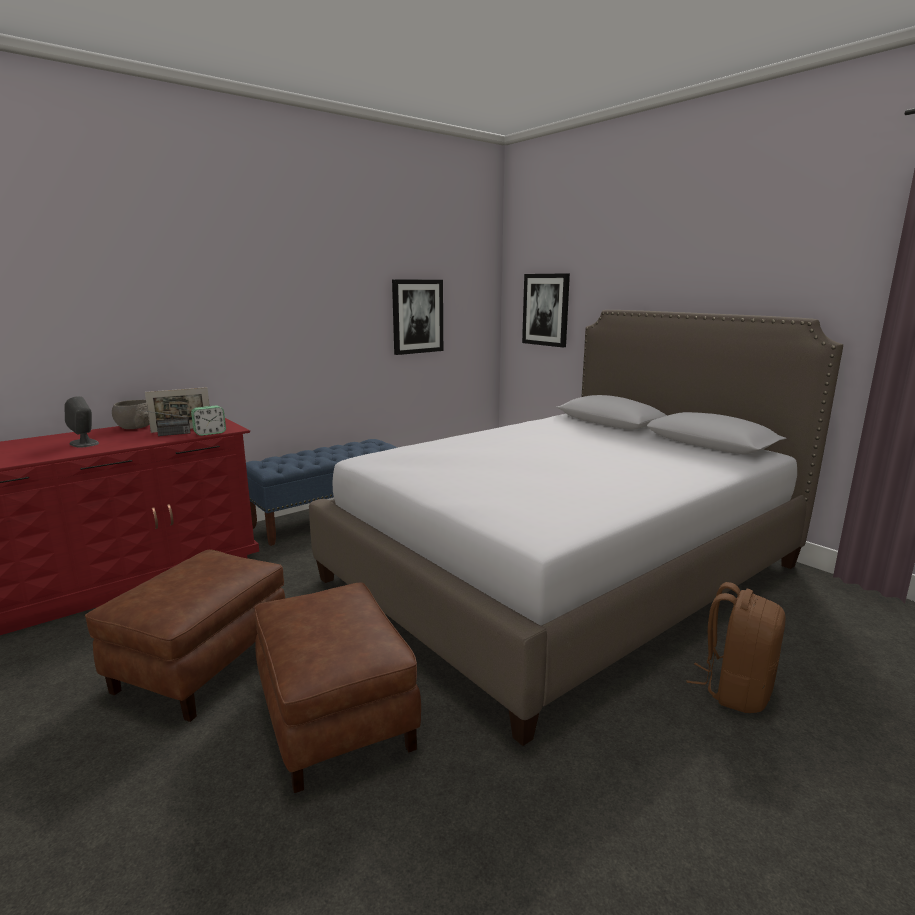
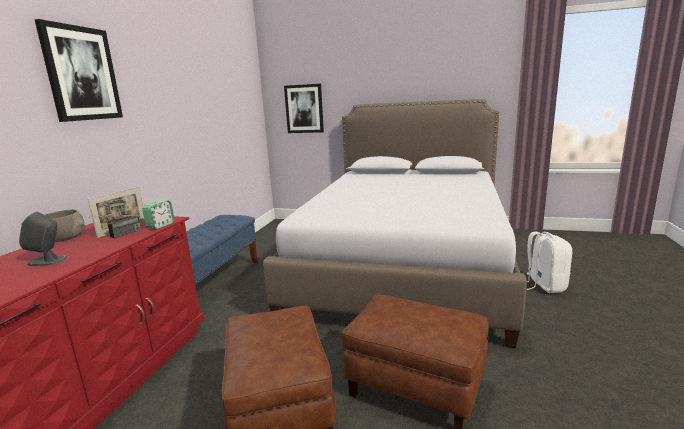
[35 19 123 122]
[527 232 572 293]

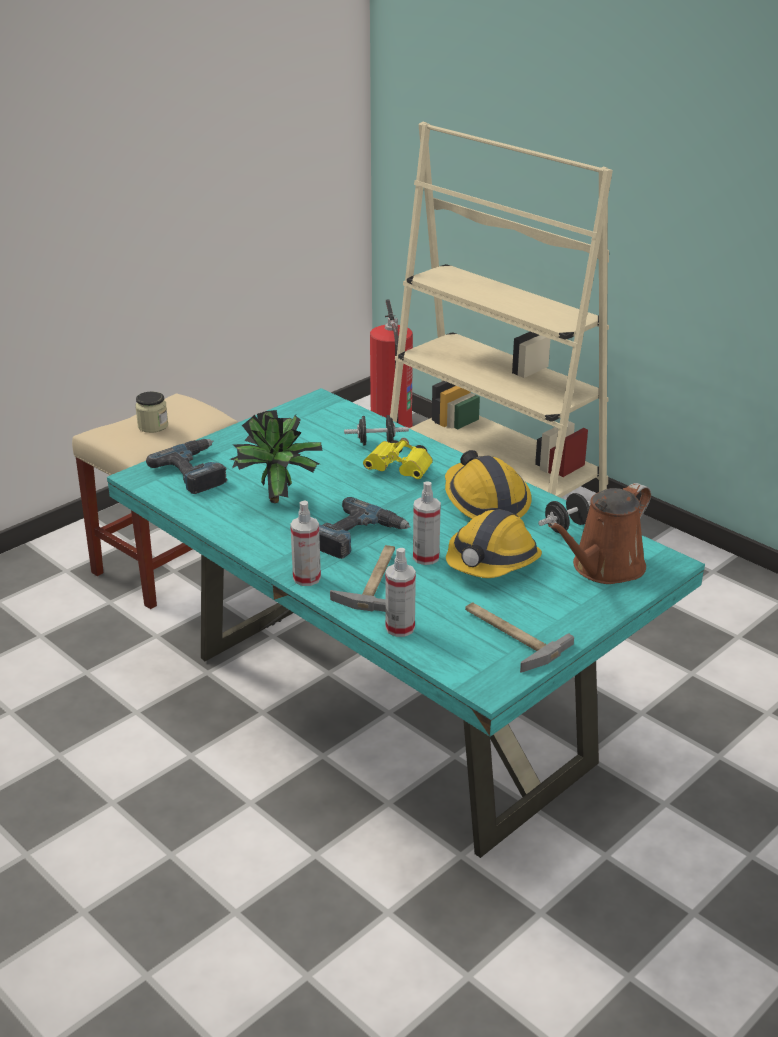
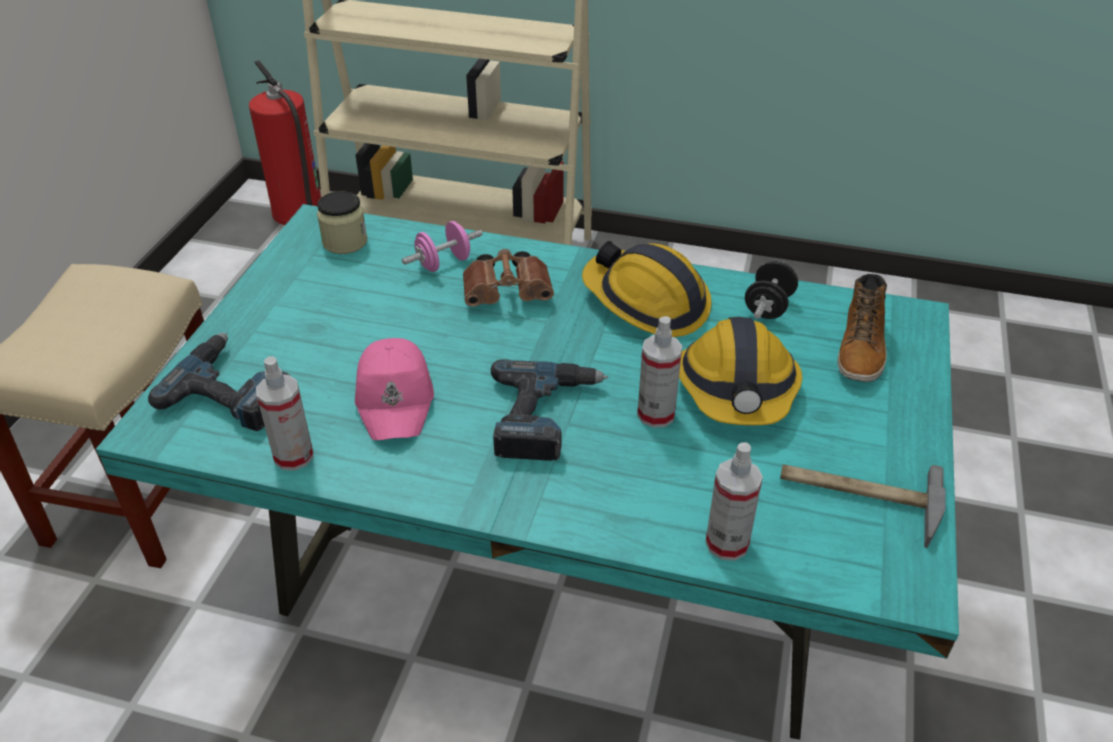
[256 356 314 471]
[317 191 367 254]
[355 338 434 440]
[402 221 482 272]
[463 249 554 307]
[837 274 887 382]
[330 545 395 612] (first image)

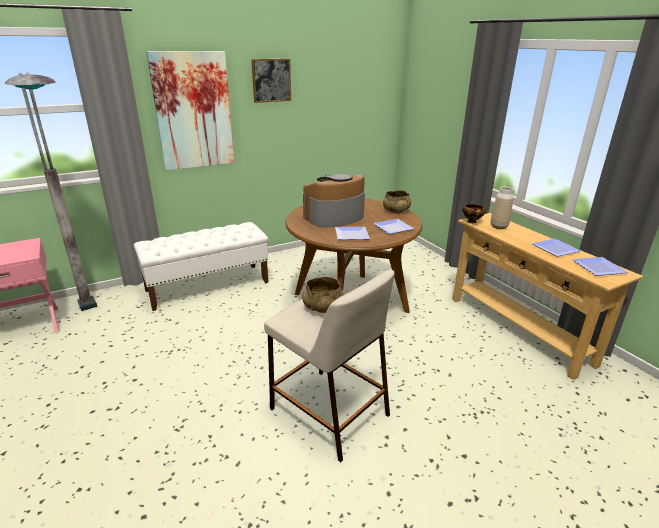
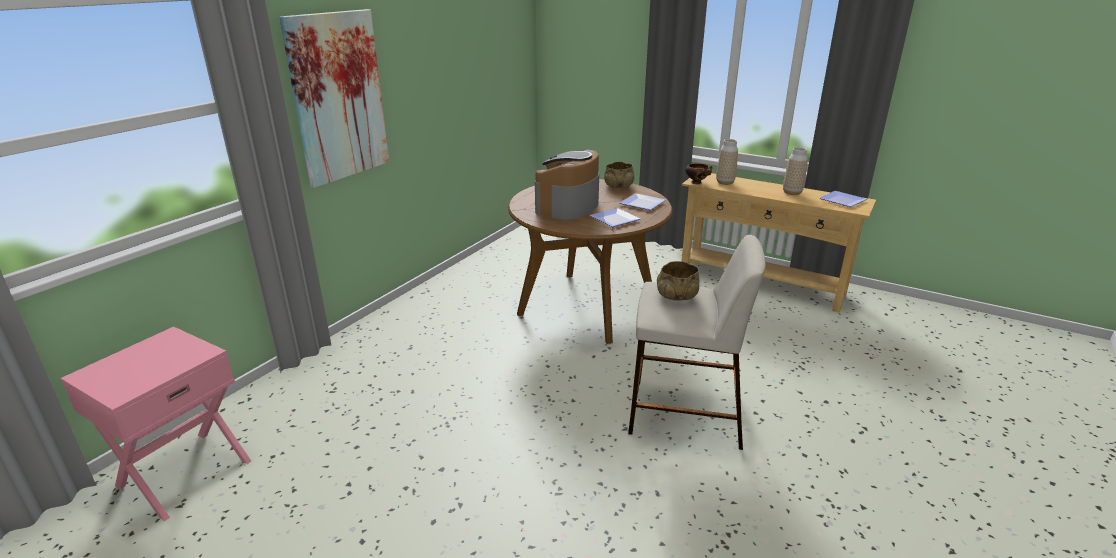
[783 147 808 195]
[5 73 97 311] (first image)
[134 222 268 311] (first image)
[251 59 291 103] (first image)

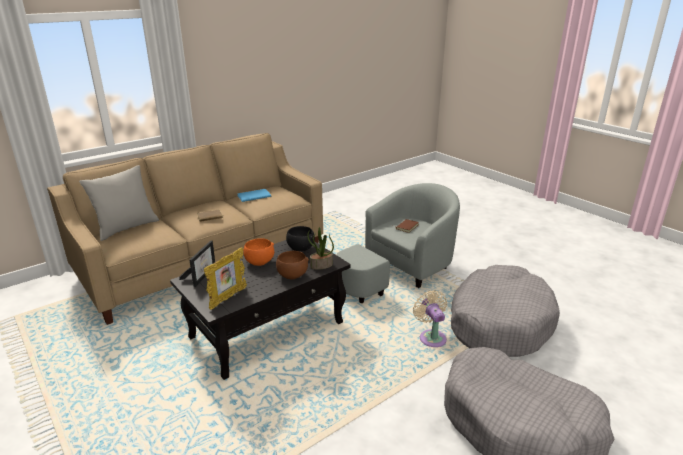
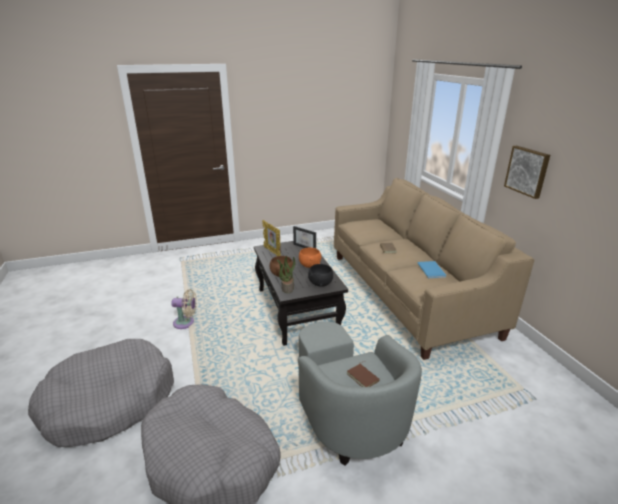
[171 289 197 329]
[504 146 550 199]
[79 165 159 241] (first image)

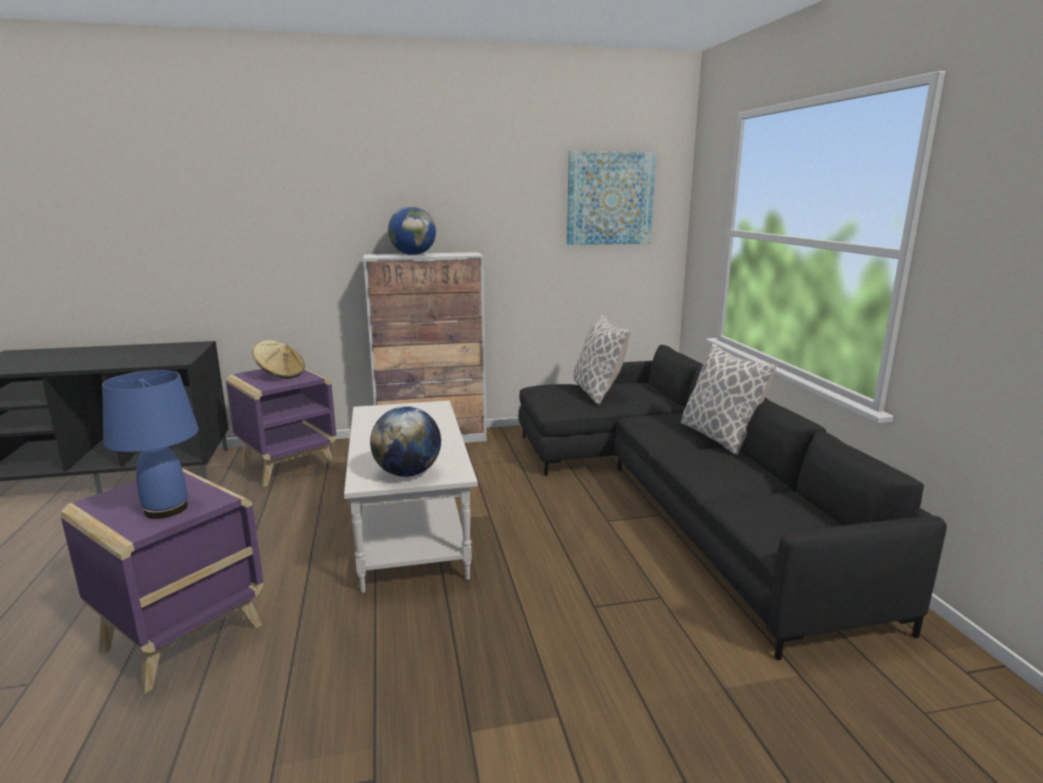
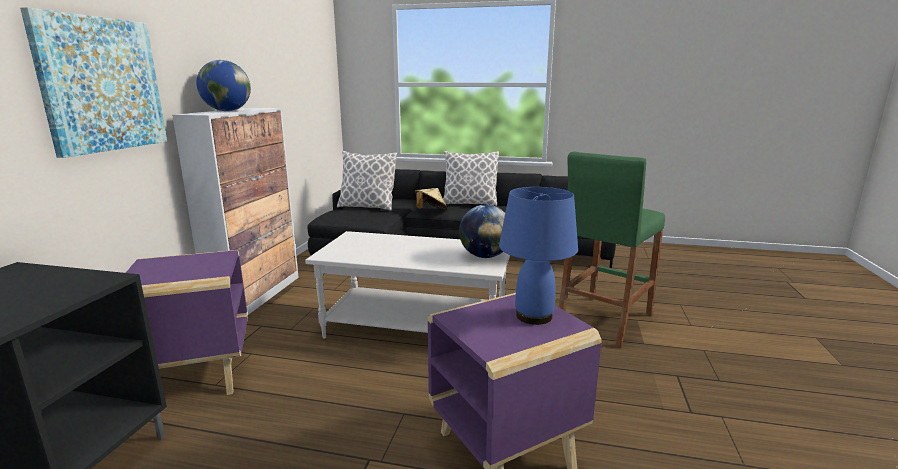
[20 7 167 158]
[415 188 447 210]
[559 152 665 348]

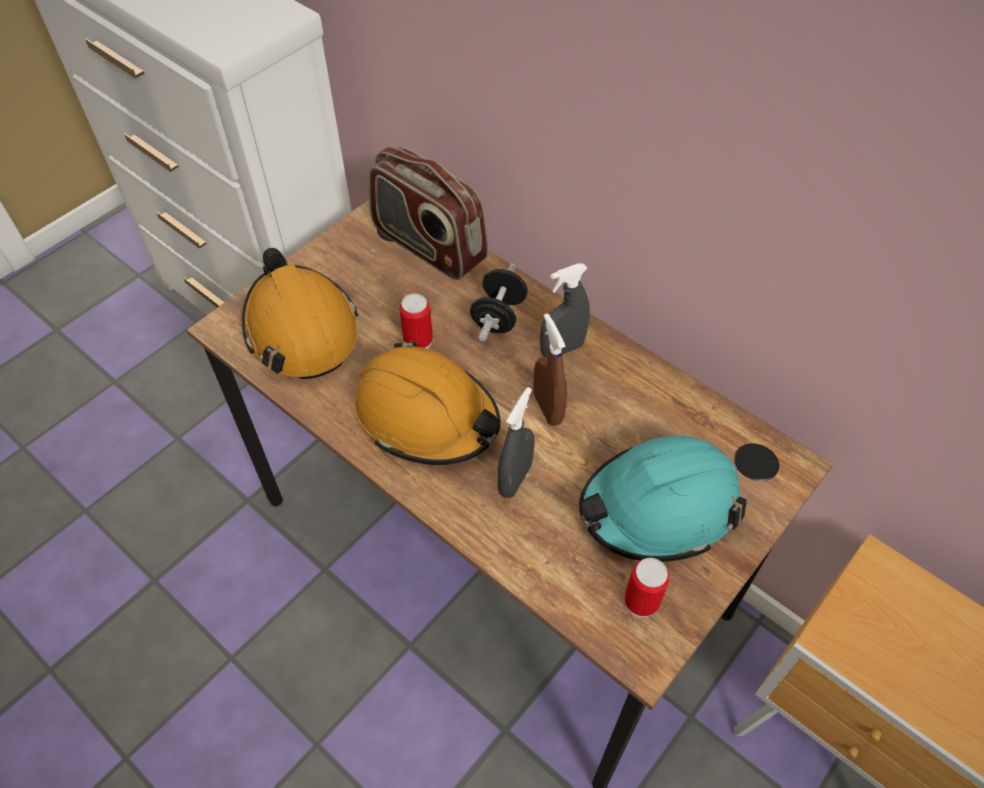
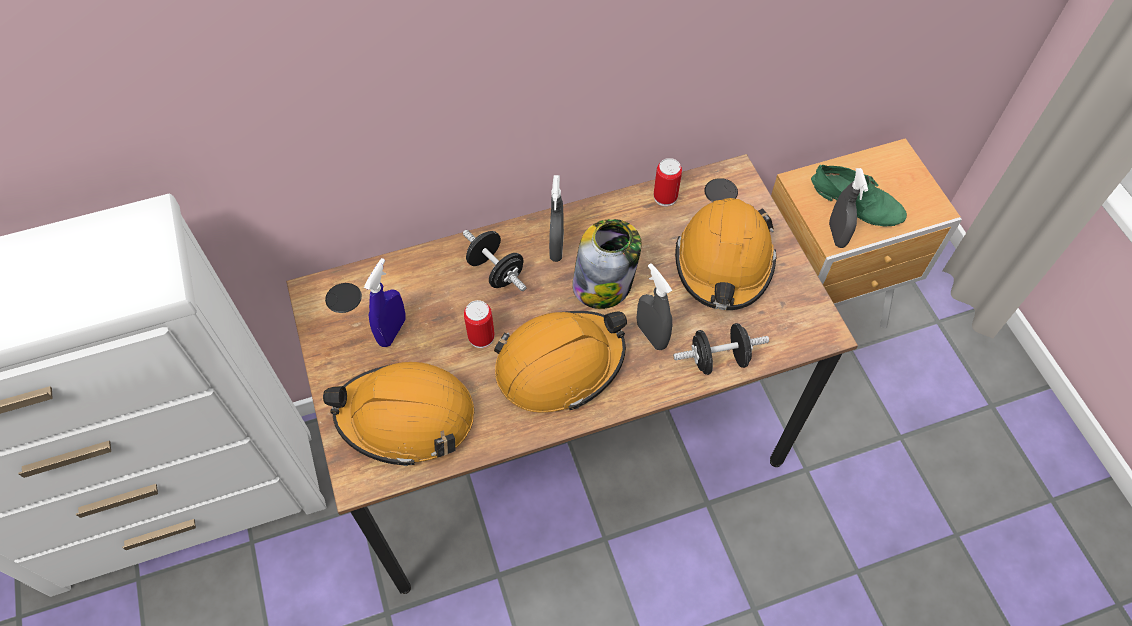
[364 258 405 347]
[572 219 642 309]
[653 158 682 206]
[673 323 769 375]
[675 198 777 310]
[811 165 907 227]
[829 168 868 248]
[368 147 488 280] (first image)

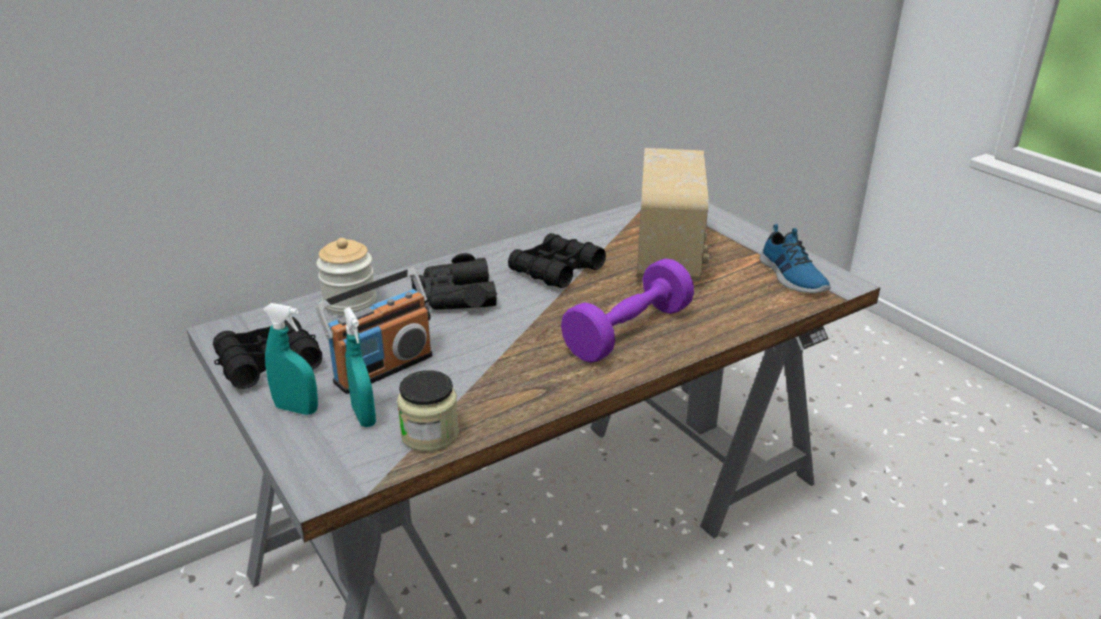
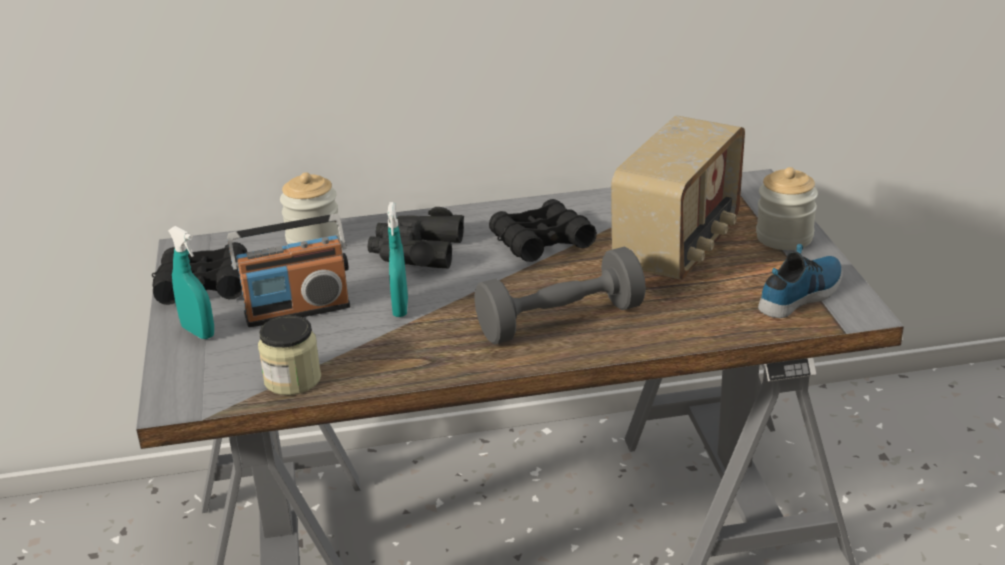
[387 202 408 317]
[474 246 646 344]
[756 167 818 250]
[758 244 843 318]

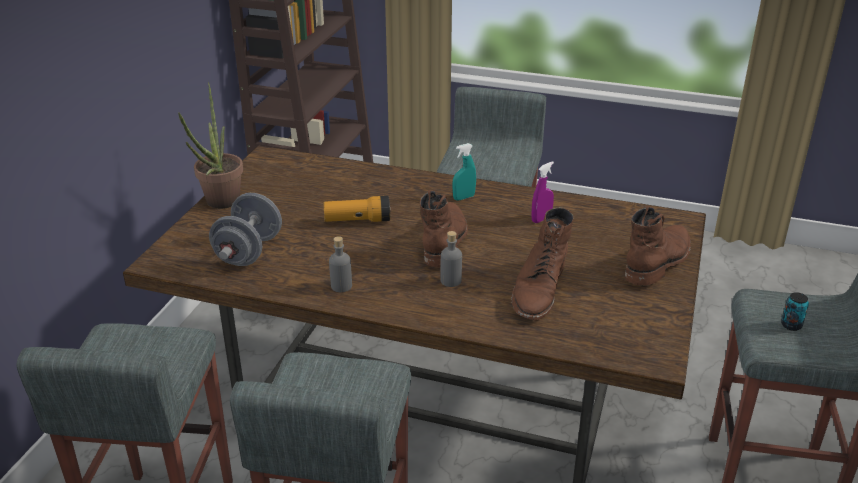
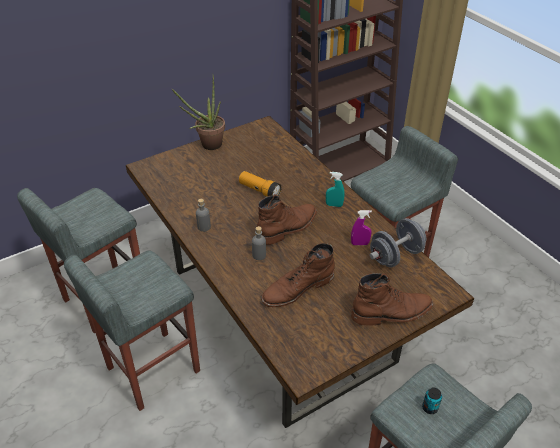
[369 218 426 267]

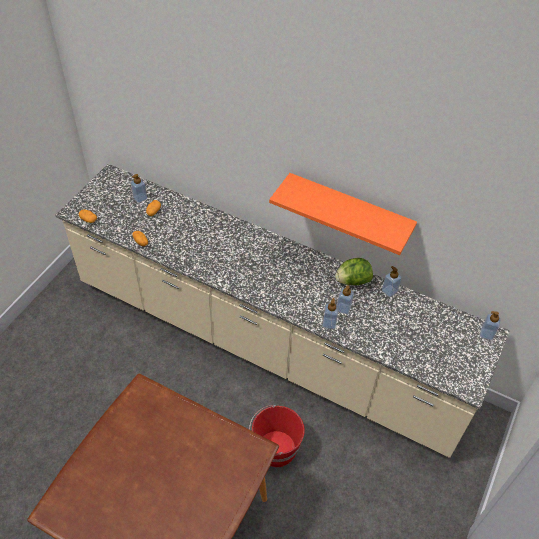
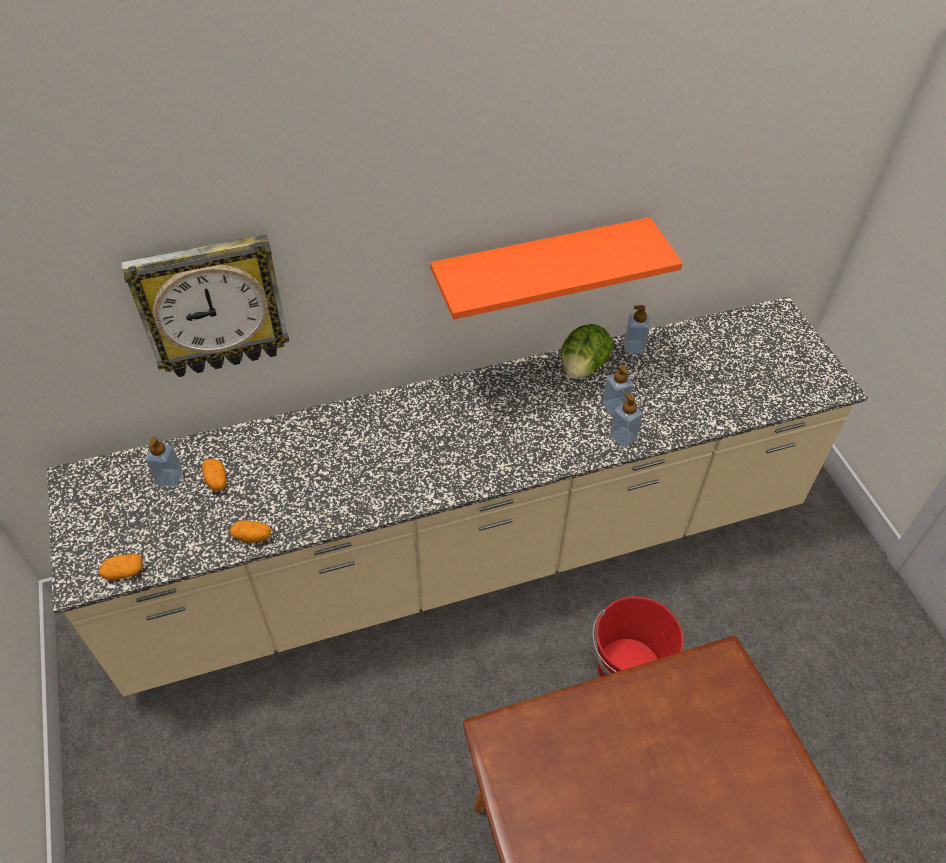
[121 234 290 377]
[480 311 501 340] (first image)

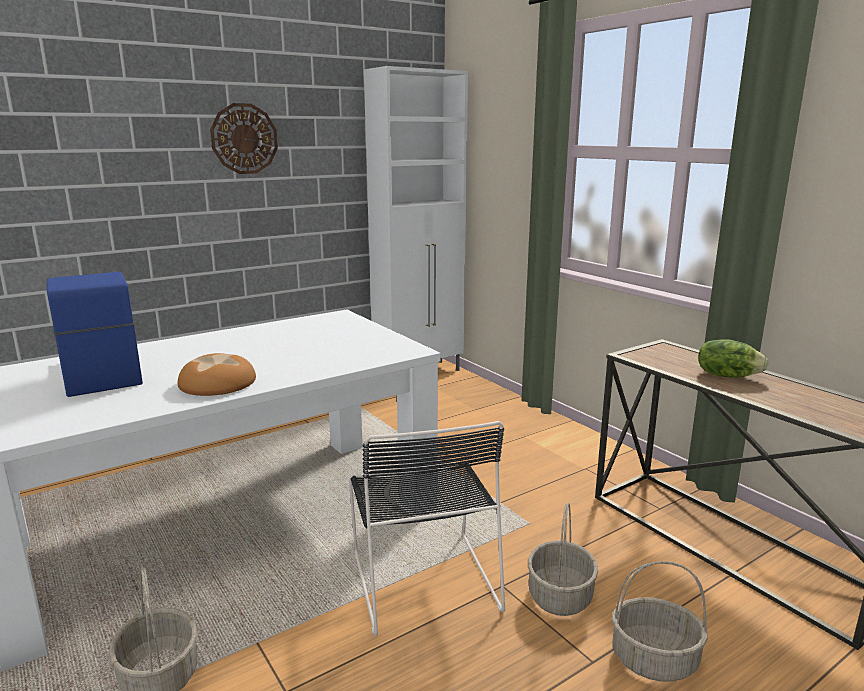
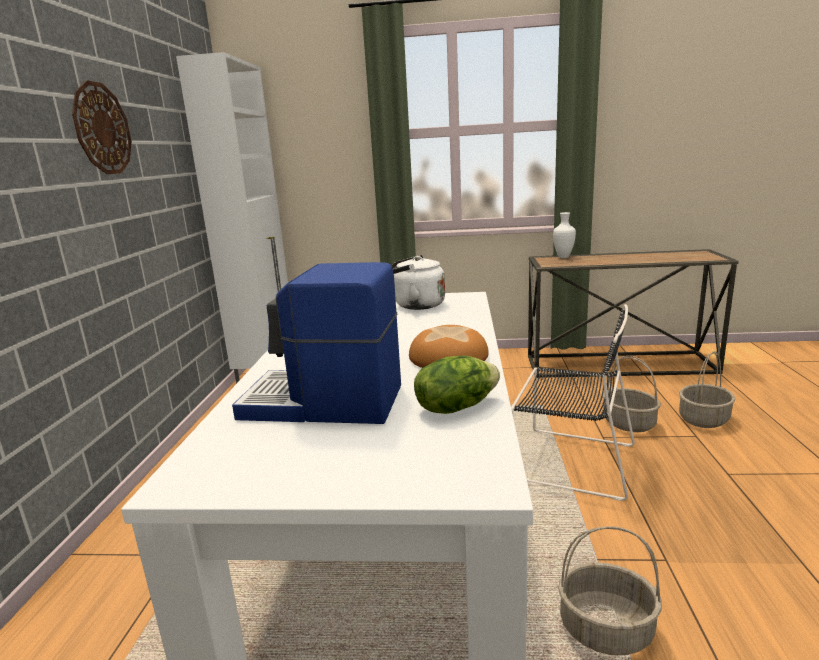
[391 255 445 310]
[414 356 500 414]
[553 212 576 258]

